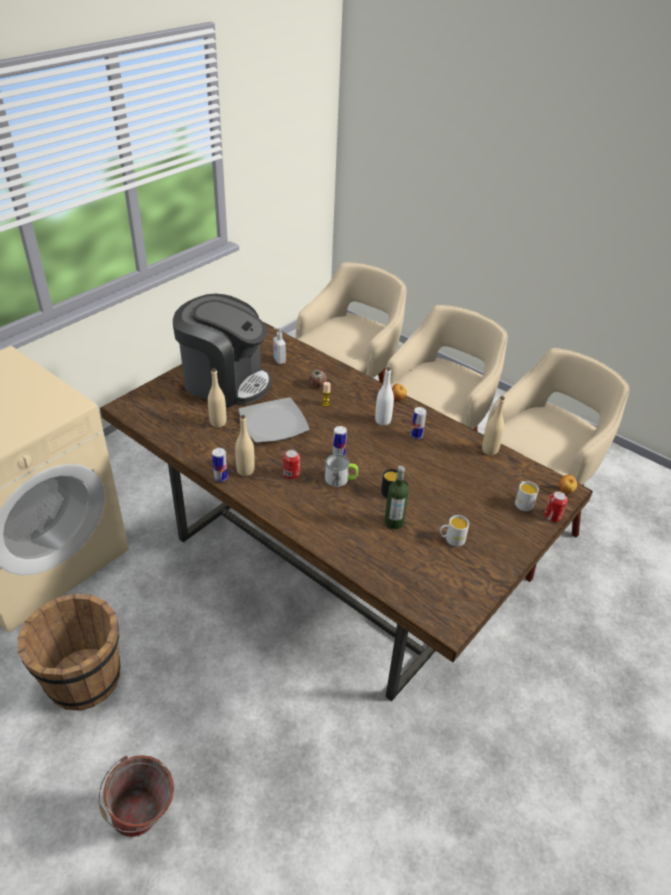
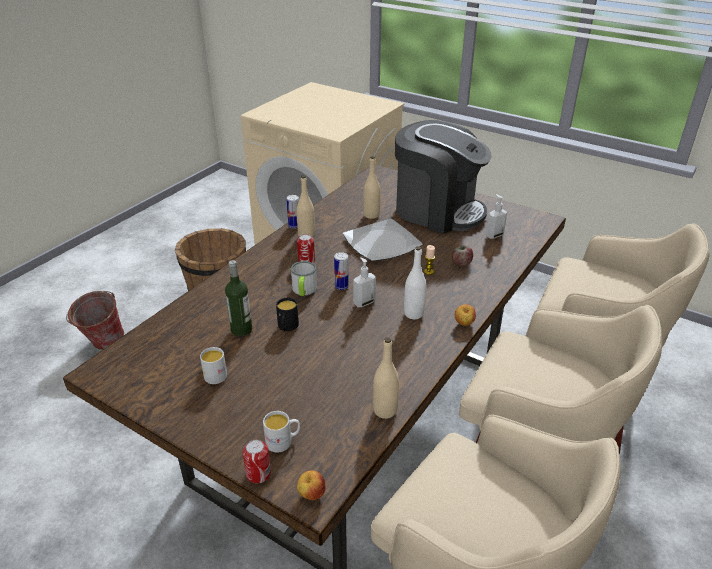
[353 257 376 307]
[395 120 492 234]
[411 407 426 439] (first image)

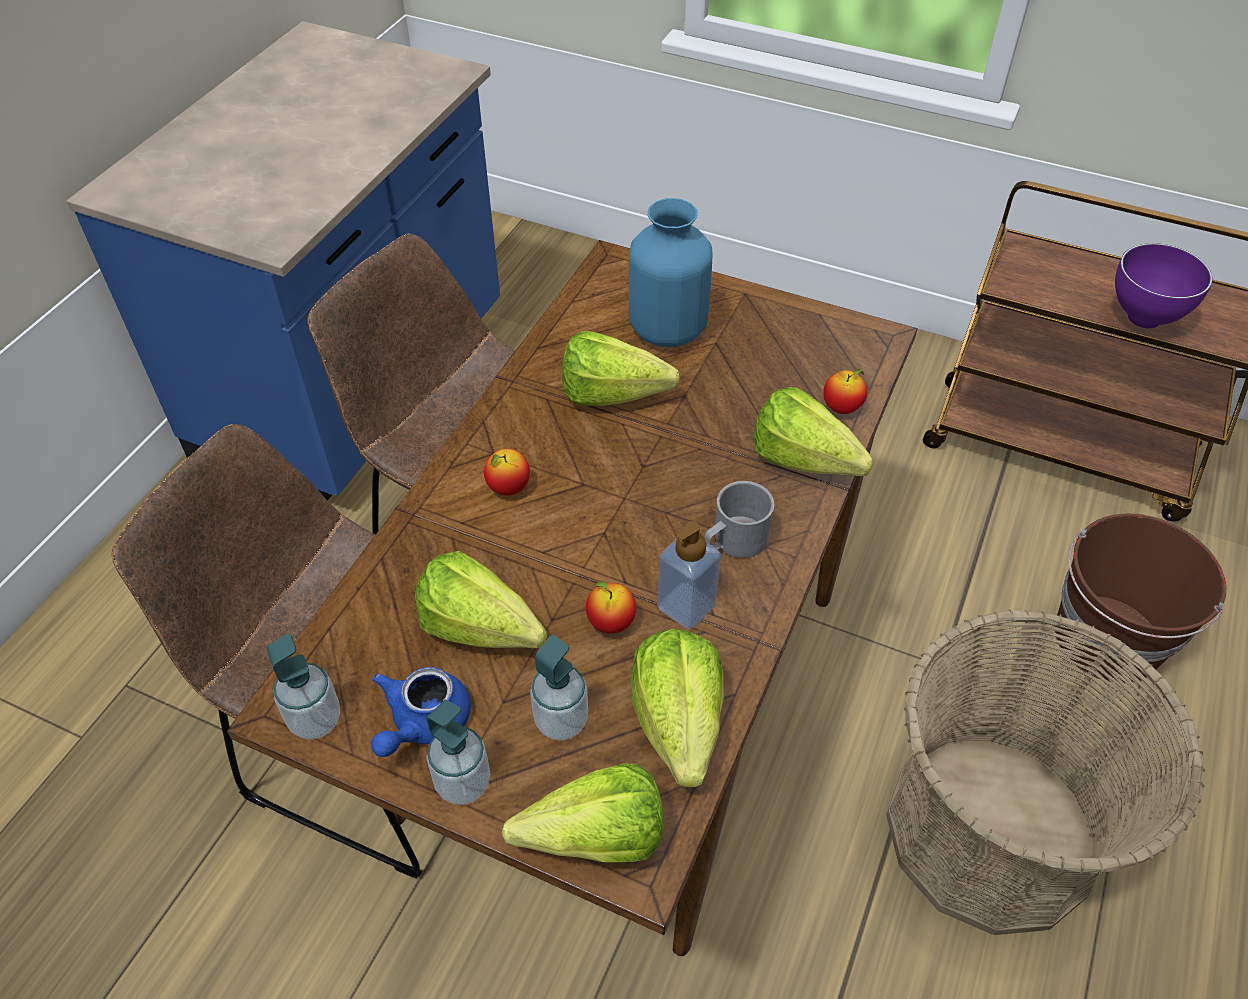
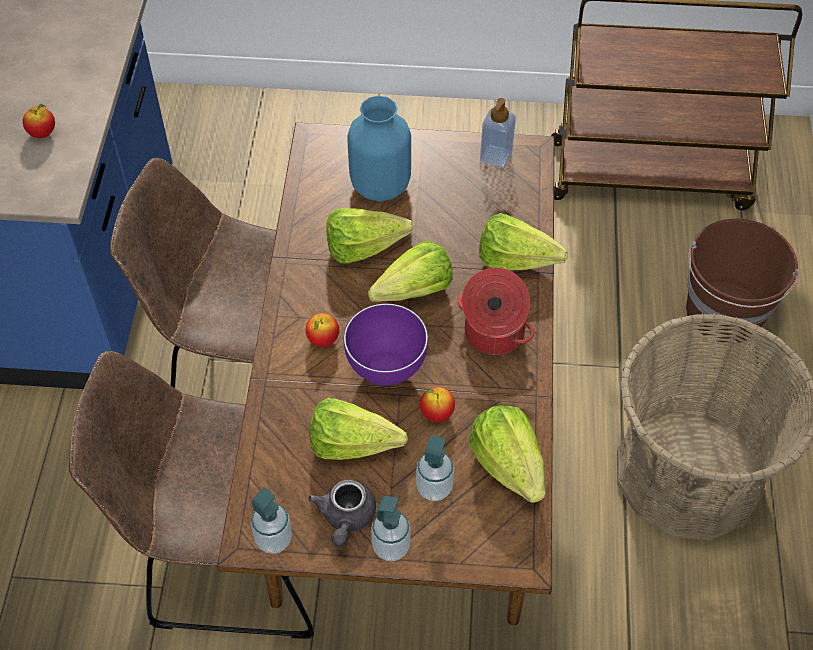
[23 104 55 138]
[308 479 376 547]
[344 303 428 386]
[368 241 453 302]
[458 268 534 355]
[480 98 516 168]

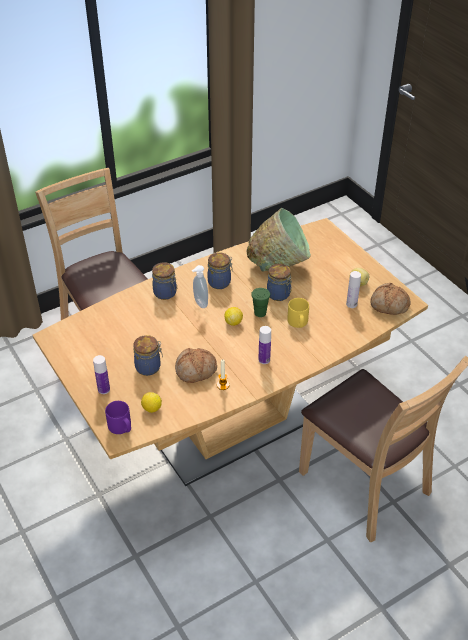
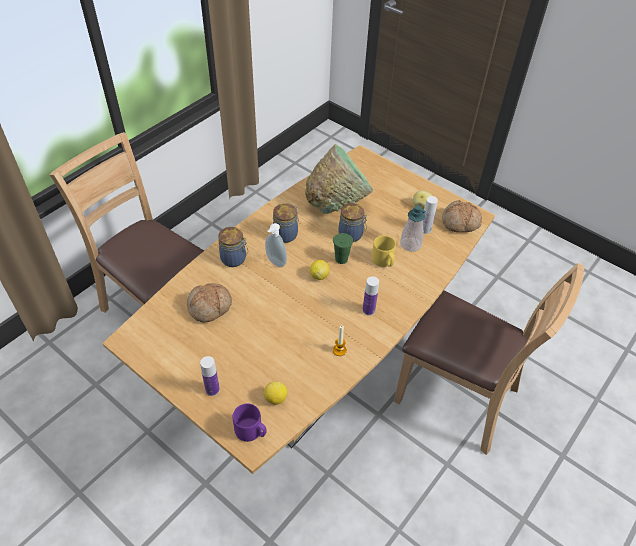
[187 283 232 322]
[400 205 426 252]
[133 335 163 376] (first image)

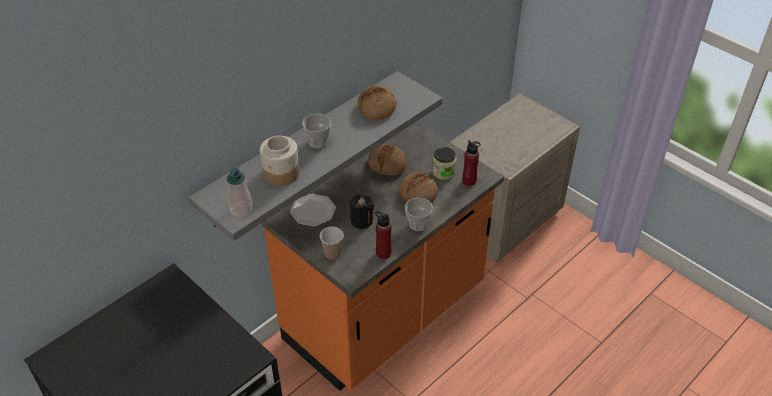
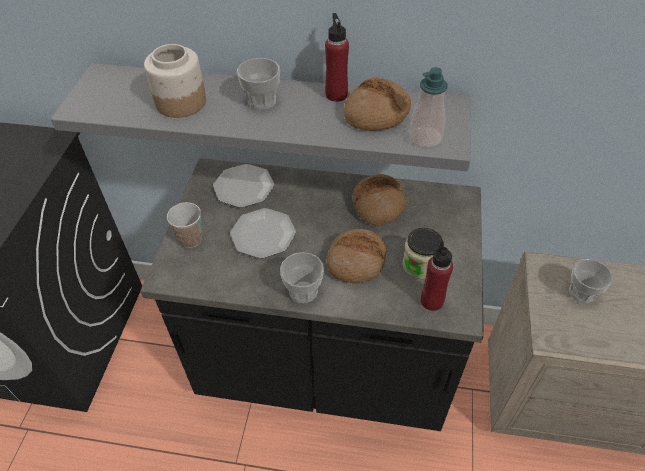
[140 158 484 431]
[230 208 296 259]
[325 13 349 102]
[409 67 448 148]
[569 259 613 303]

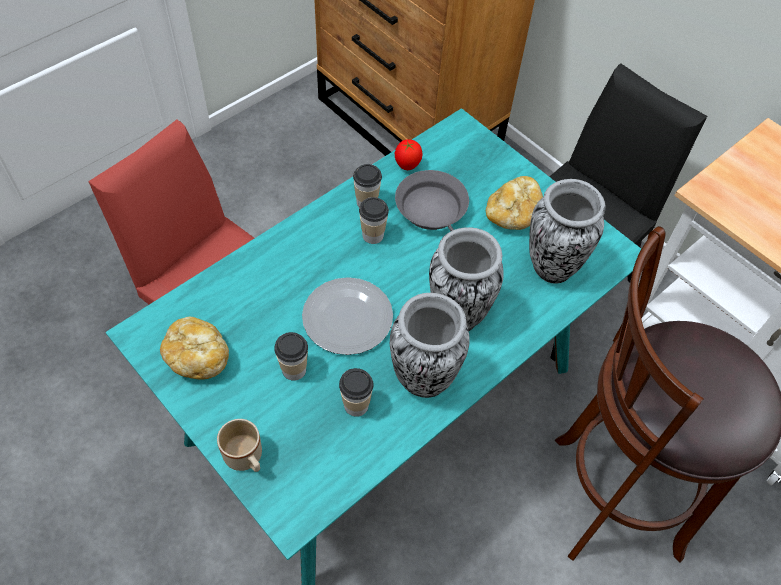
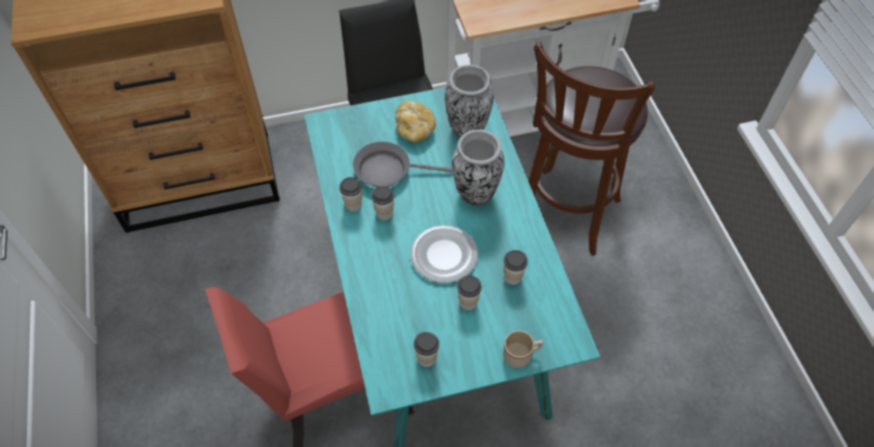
[414 332 439 367]
[390 293 470 398] (first image)
[395 139 423 170] (first image)

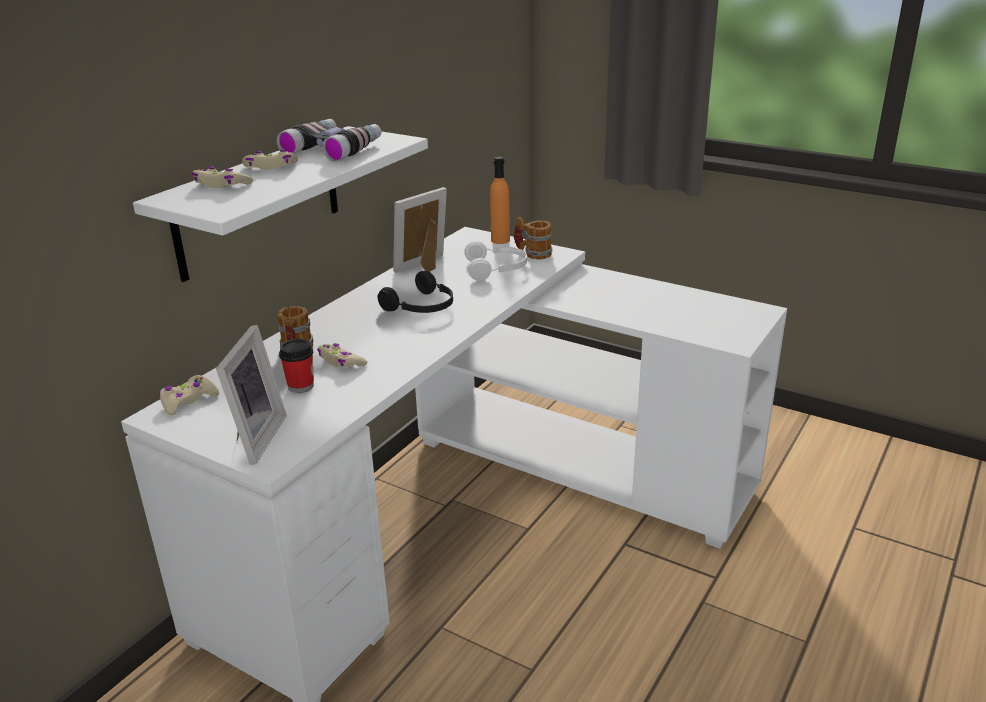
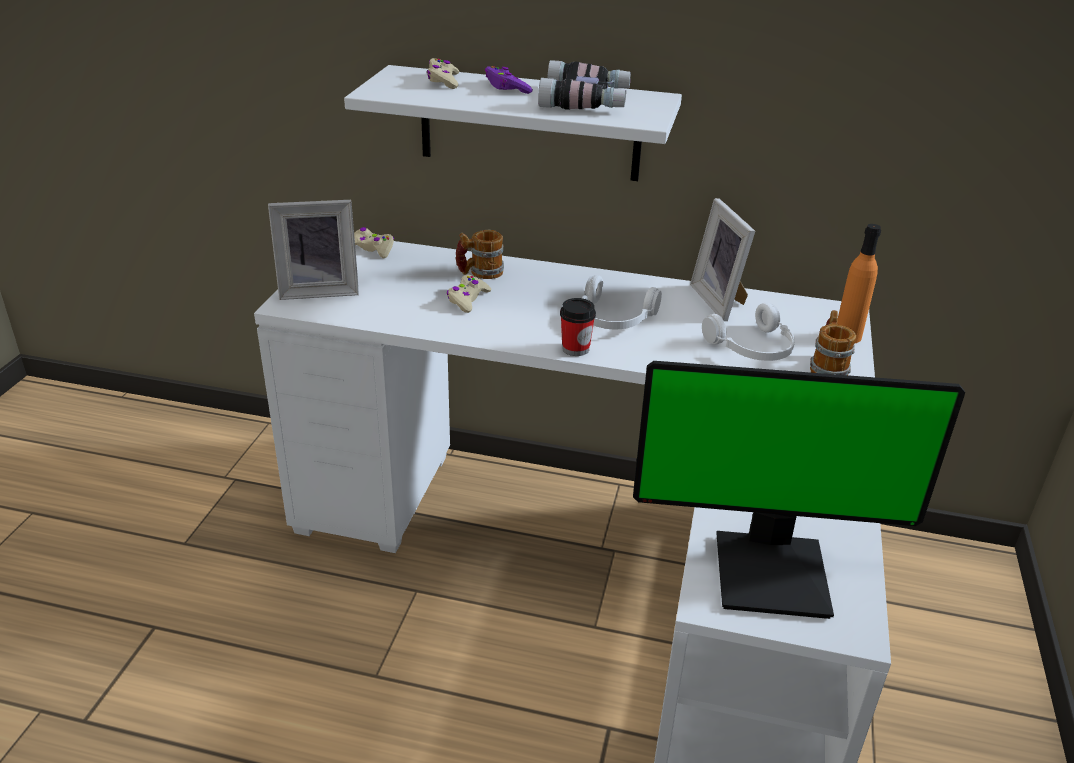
[485 66 533 94]
[560 298 596 356]
[582 275 662 329]
[633 361 965 619]
[690 198 755 321]

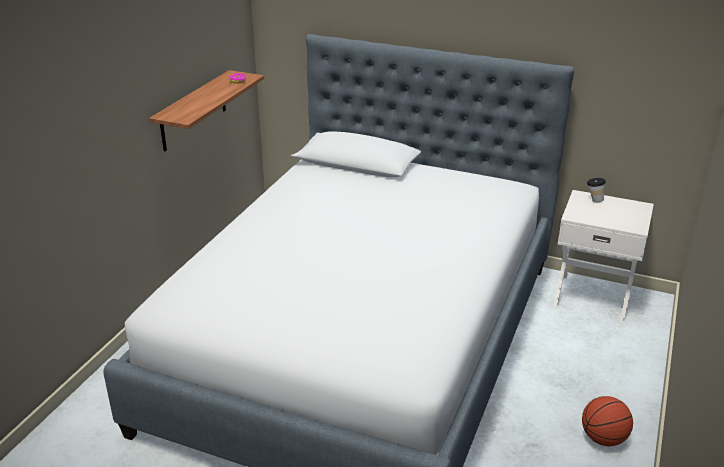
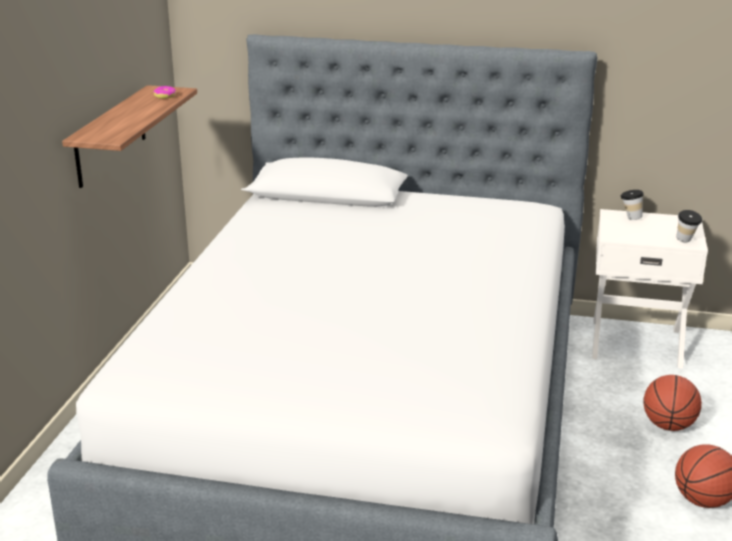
[644 375 702 431]
[676 210 702 242]

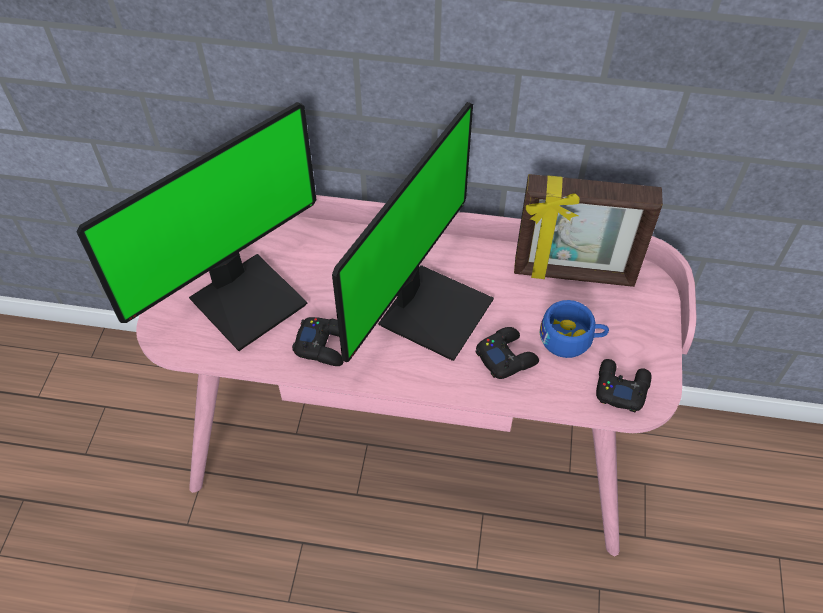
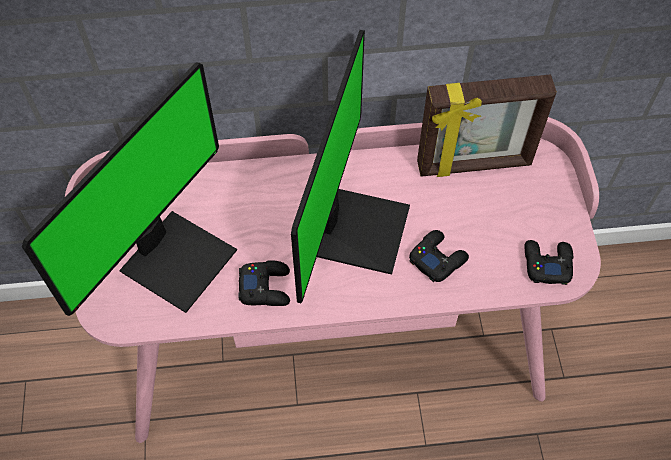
[539 300 609 358] (first image)

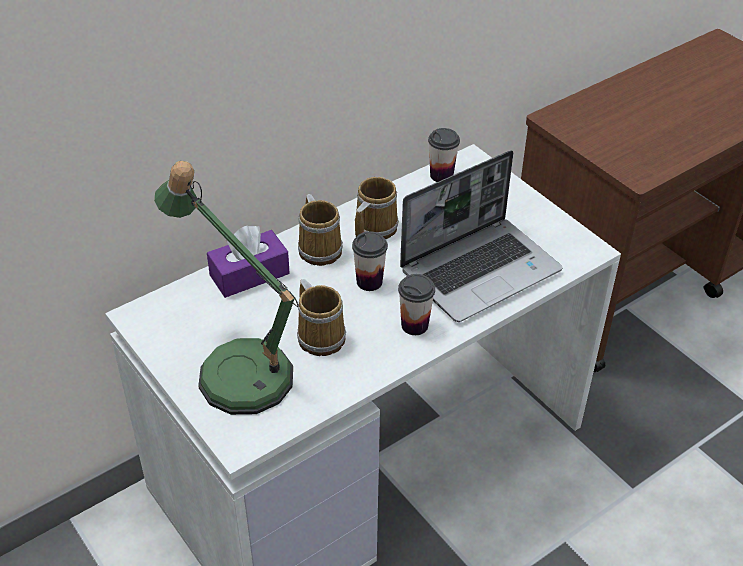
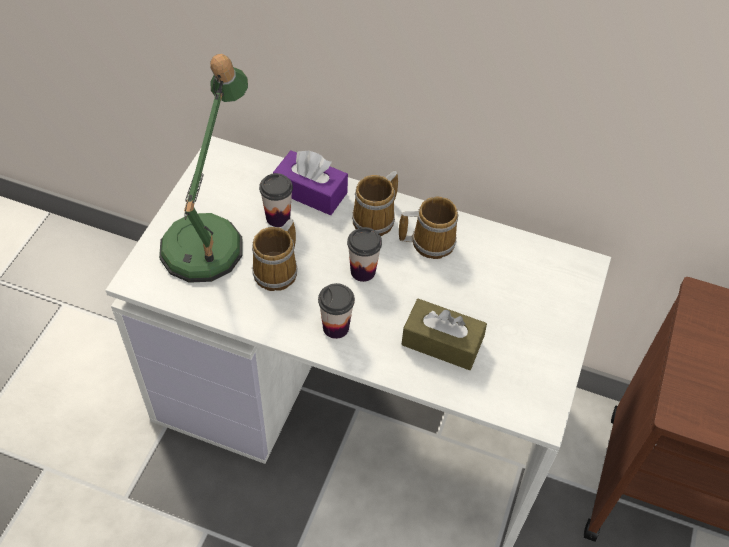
[259 173 293 227]
[401 299 487 370]

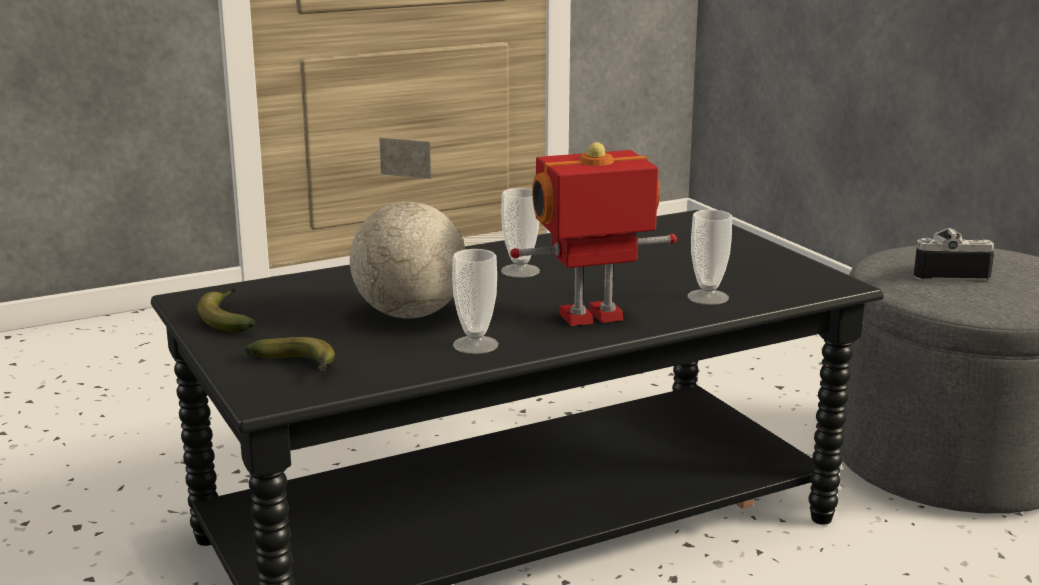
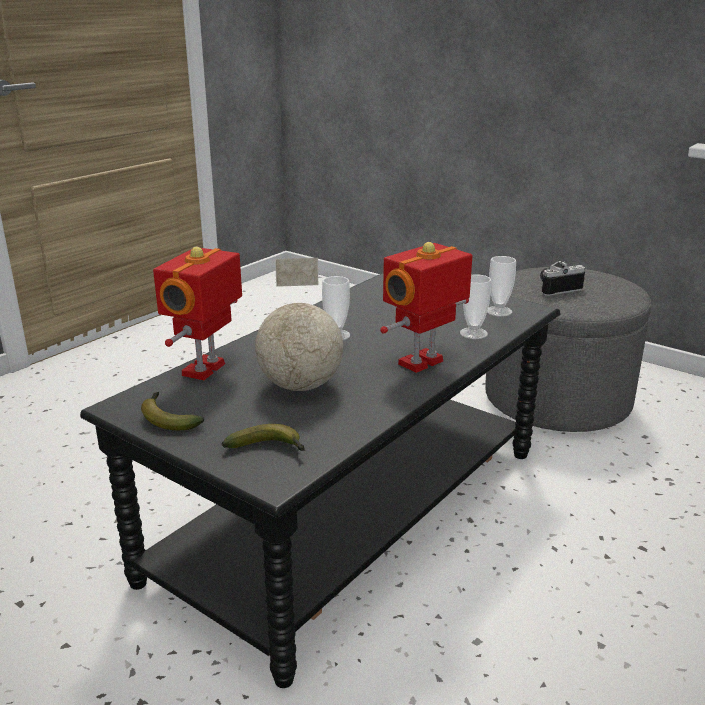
[153 247 242 380]
[487 256 516 317]

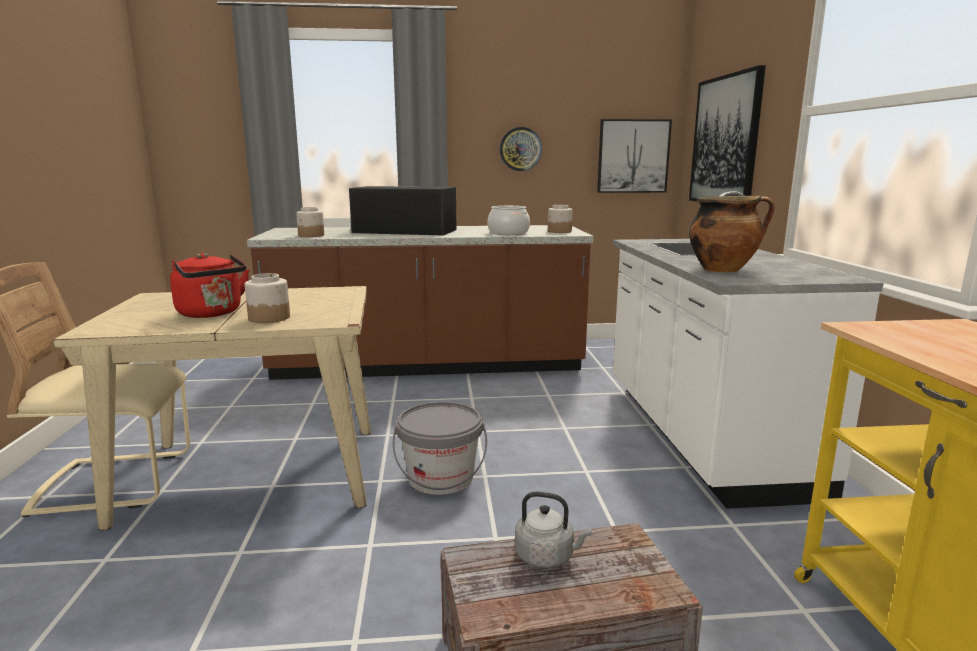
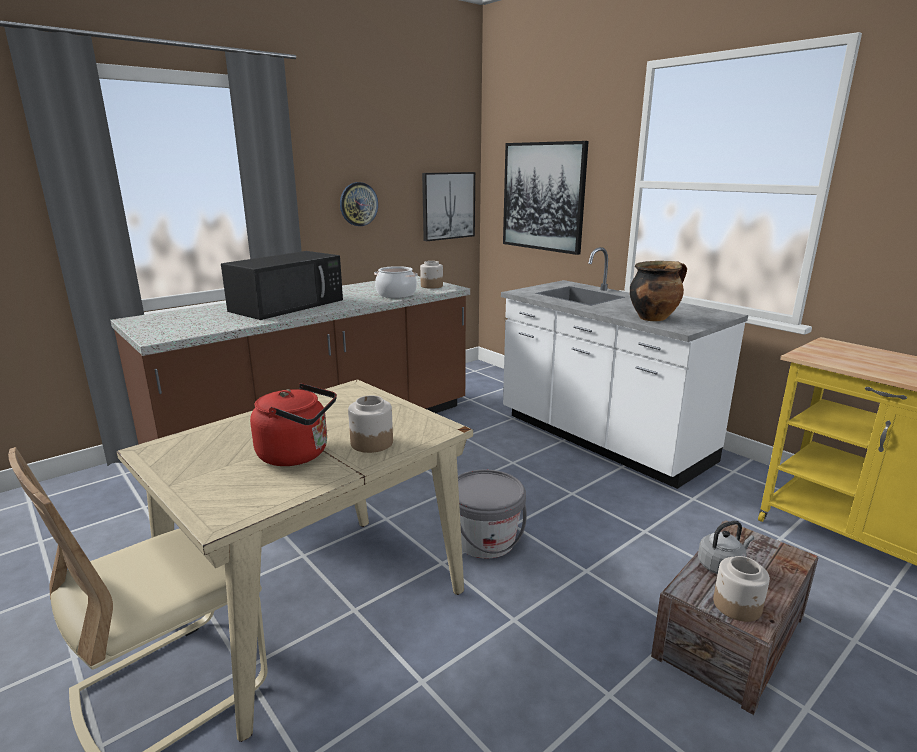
[221 251 343 320]
[713 556 770 622]

